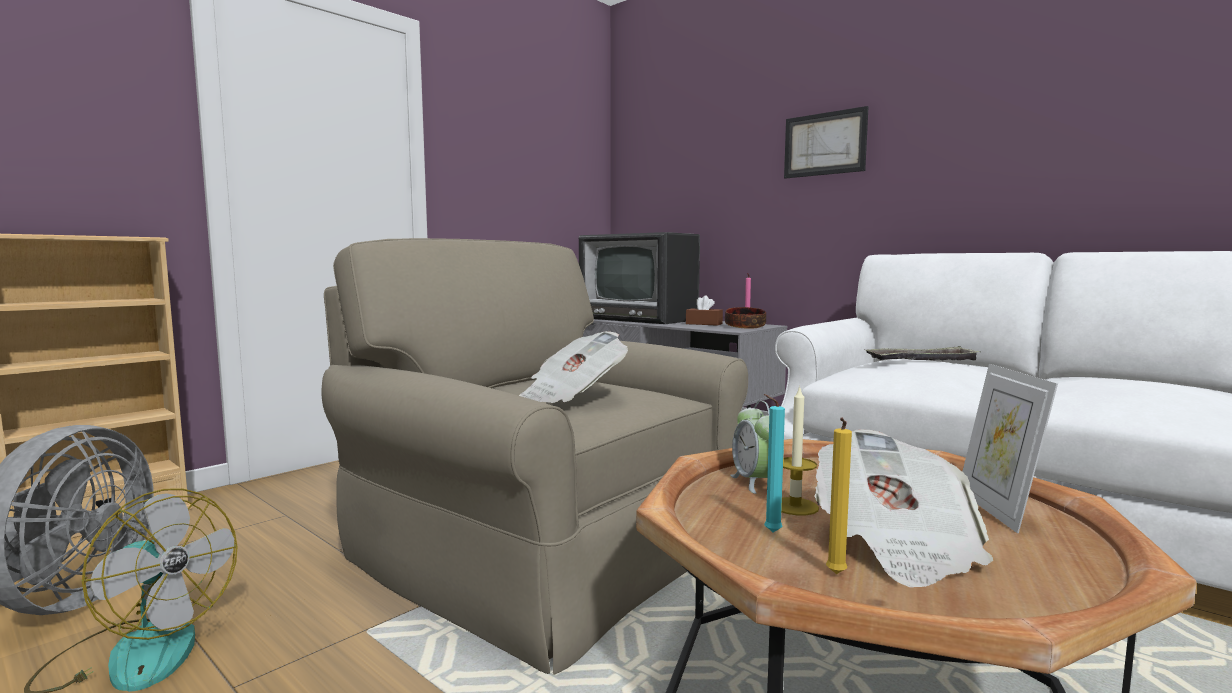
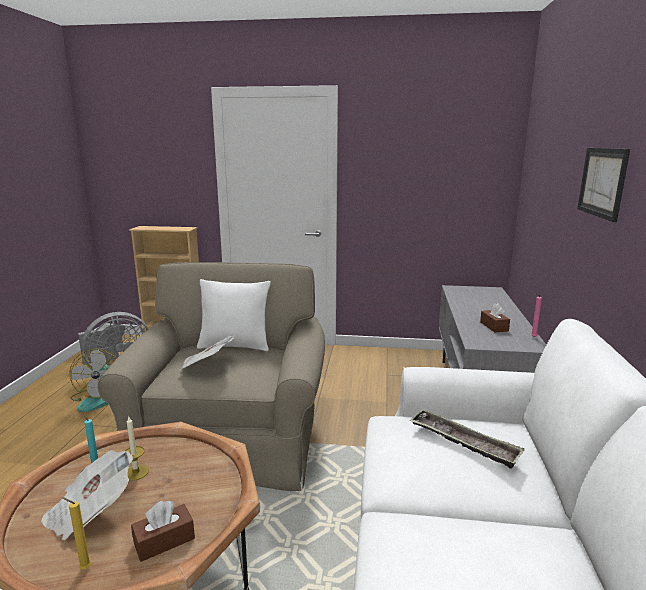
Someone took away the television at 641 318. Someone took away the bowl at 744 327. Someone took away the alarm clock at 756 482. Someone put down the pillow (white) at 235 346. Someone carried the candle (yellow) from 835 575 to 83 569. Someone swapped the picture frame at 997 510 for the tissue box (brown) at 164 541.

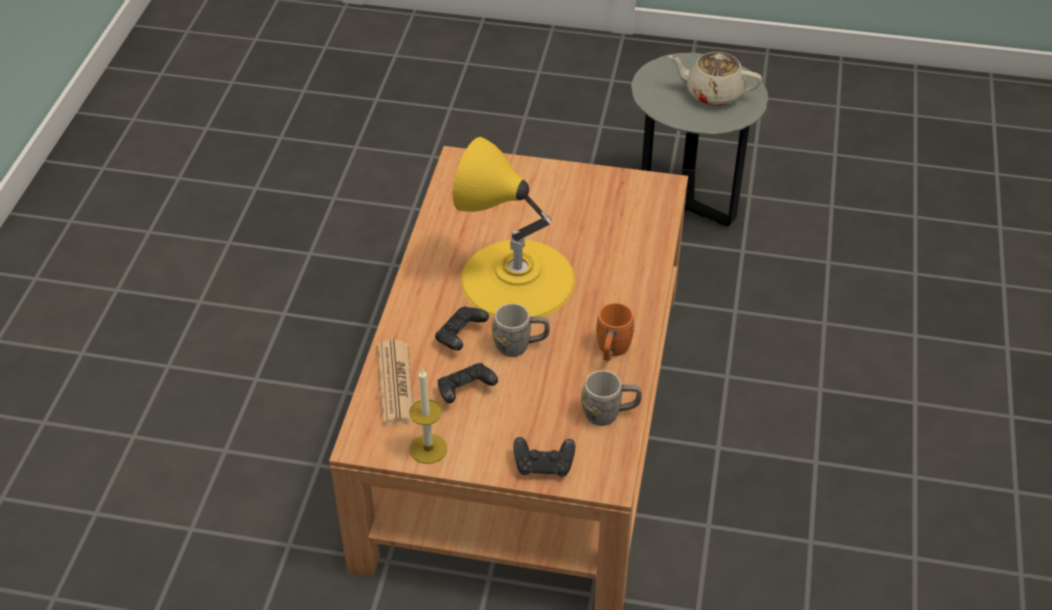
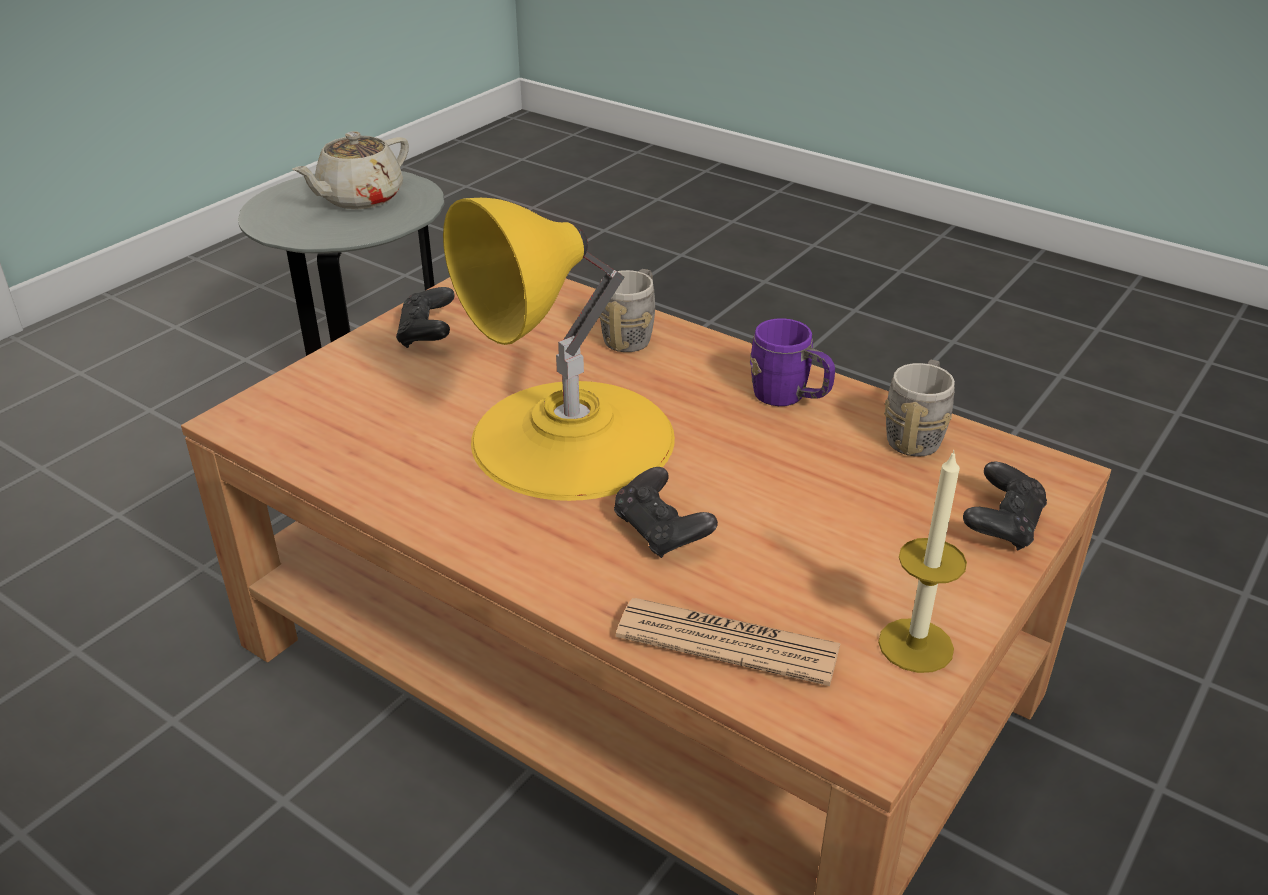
Someone carried the game controller (black) from 465 391 to 427 334. Someone carried the mug (grey) from 520 346 to 632 335. Someone repainted the mug (orange) at 612 351, which became the mug (purple) at 789 398.

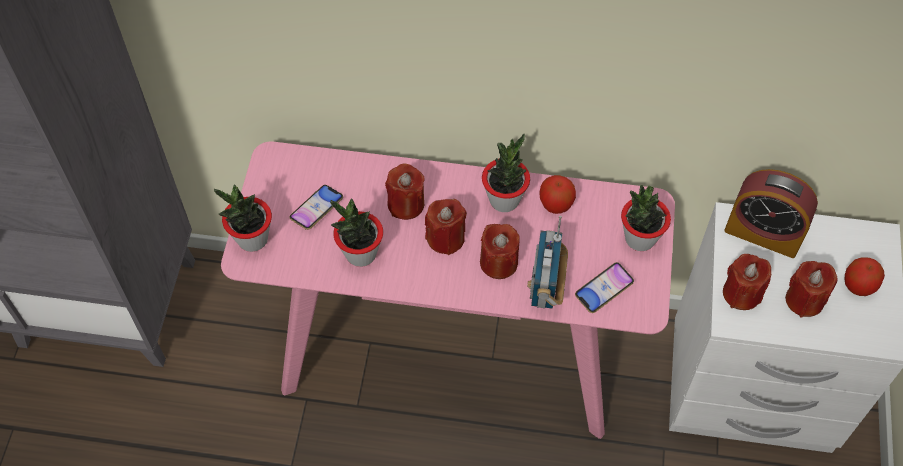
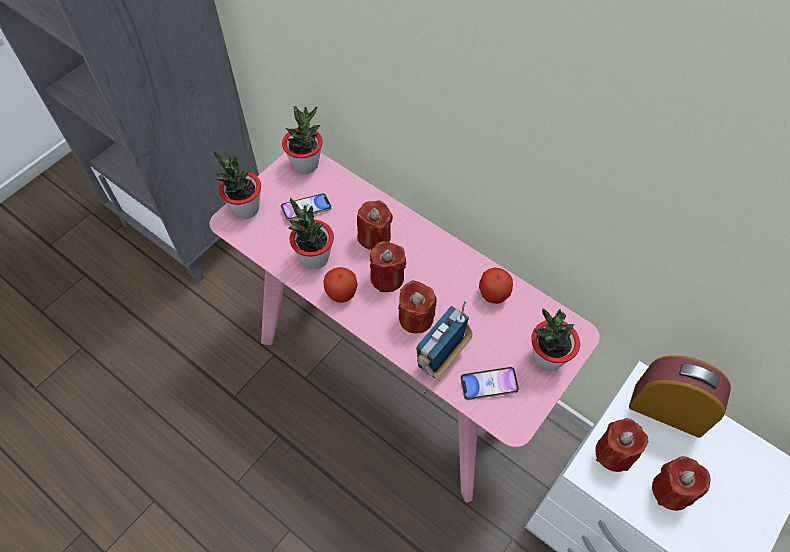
Someone carried the potted plant from 504 200 to 306 164. Someone carried the apple from 858 286 to 341 293. Someone rotated the alarm clock at 763 233 by 150 degrees clockwise.

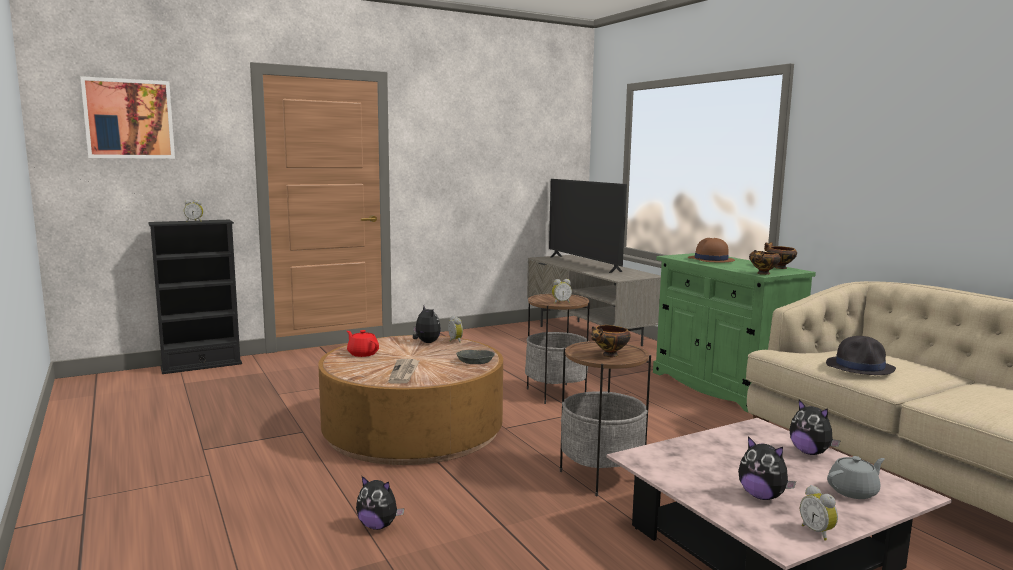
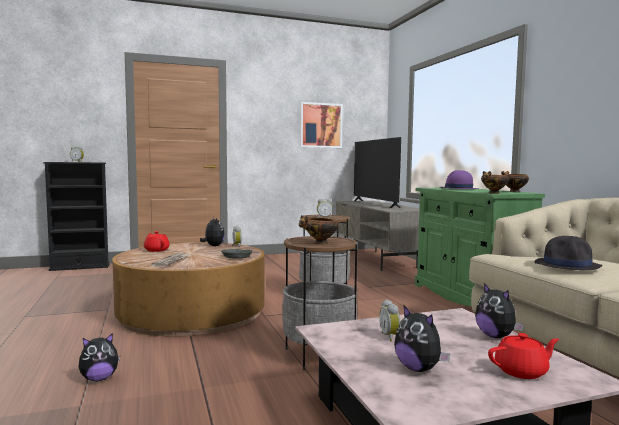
Someone carried the picture from 129 119 to 320 125. Someone carried the alarm clock from 818 532 to 390 337. Someone repainted the hat (brown) at 710 260, which became the hat (purple) at 458 189. Someone repainted the teapot (grey) at 853 491, which became the teapot (red) at 522 371. Someone rotated the plush toy at 378 526 by 60 degrees counterclockwise.

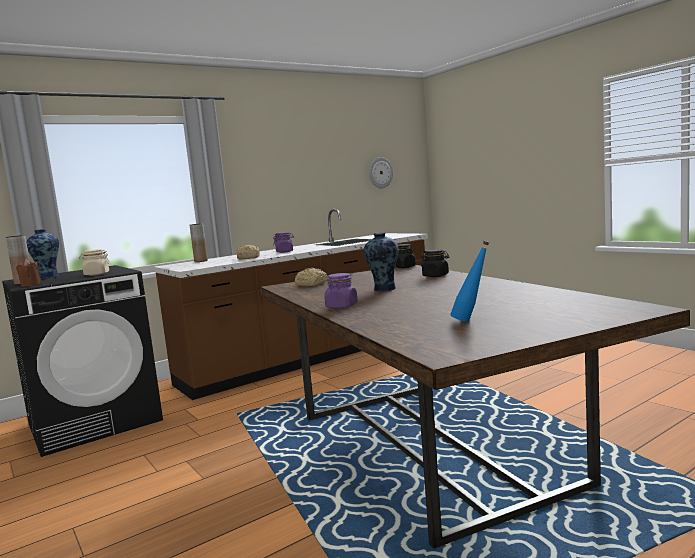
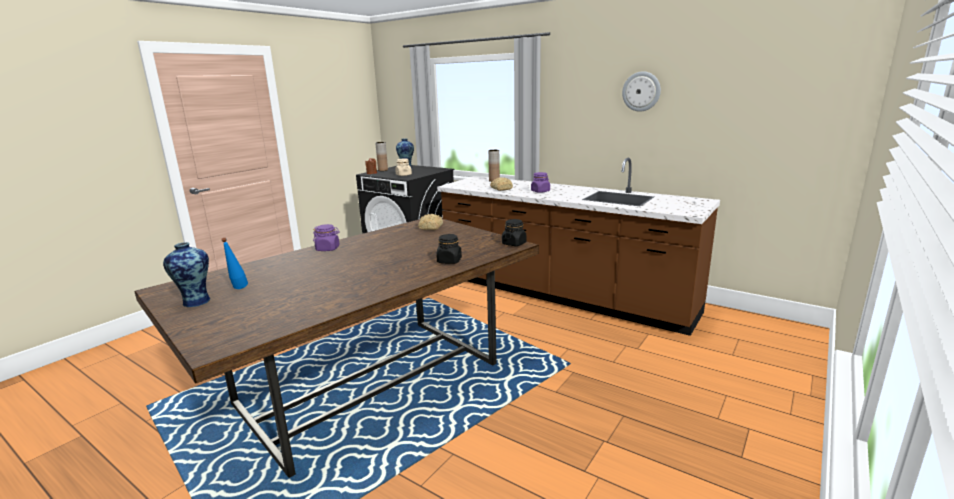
Someone carried the vase from 383 289 to 195 302. Someone carried the wall clock from 380 172 to 641 91.

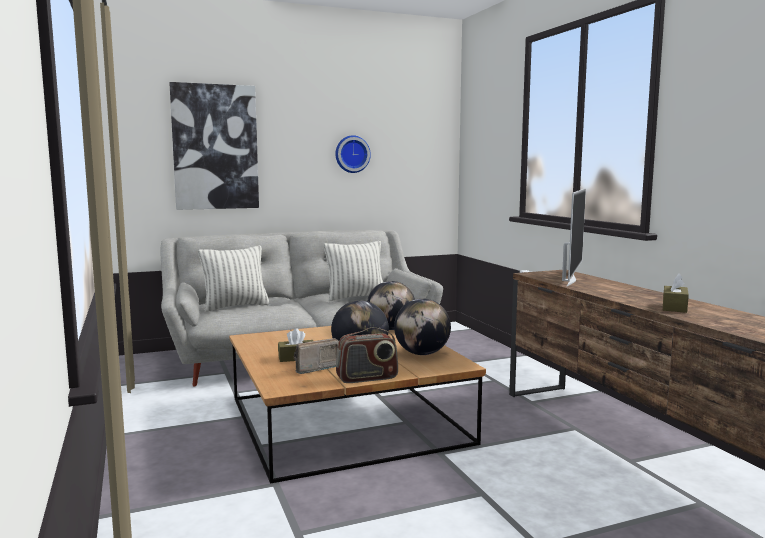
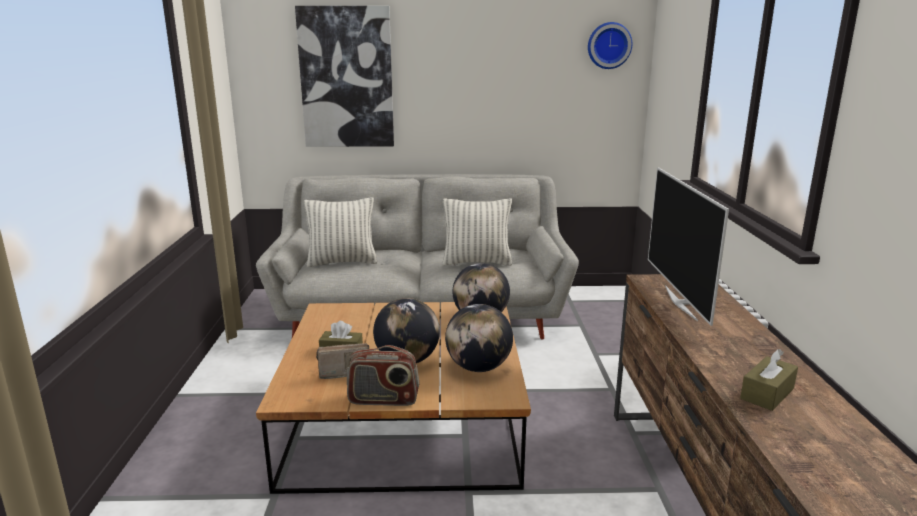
Someone carried the wall clock from 352 154 to 608 45. Someone rotated the television at 569 280 by 135 degrees clockwise.

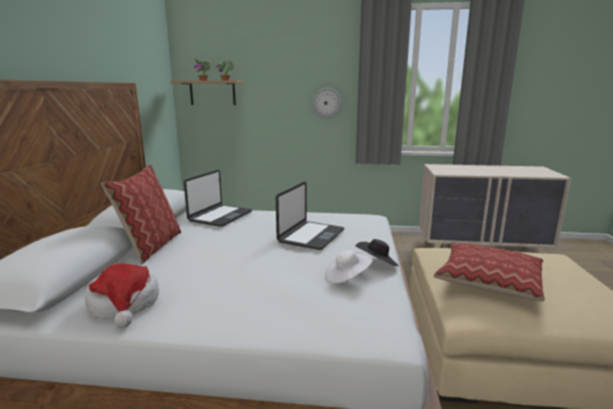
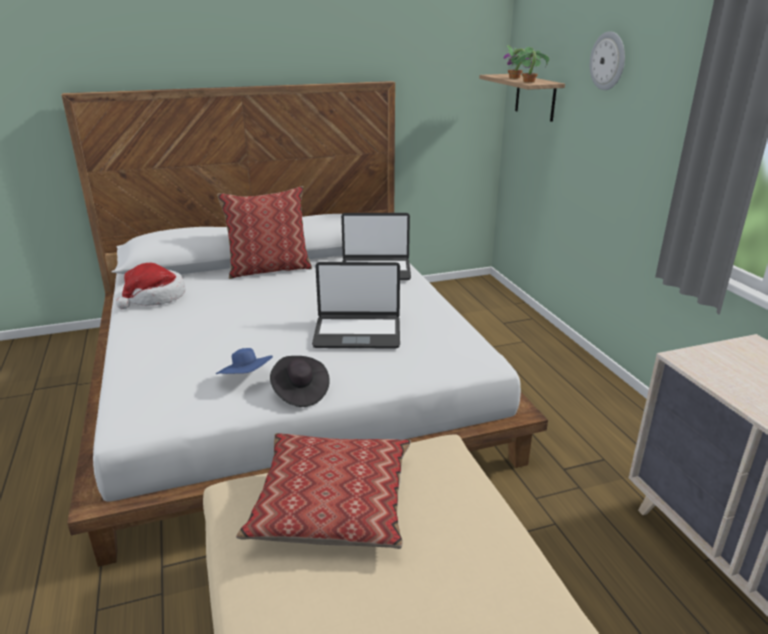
Someone carried the wall clock from 327 103 to 608 61. Someone repainted the hat (white) at 347 277, which became the hat (blue) at 247 378.

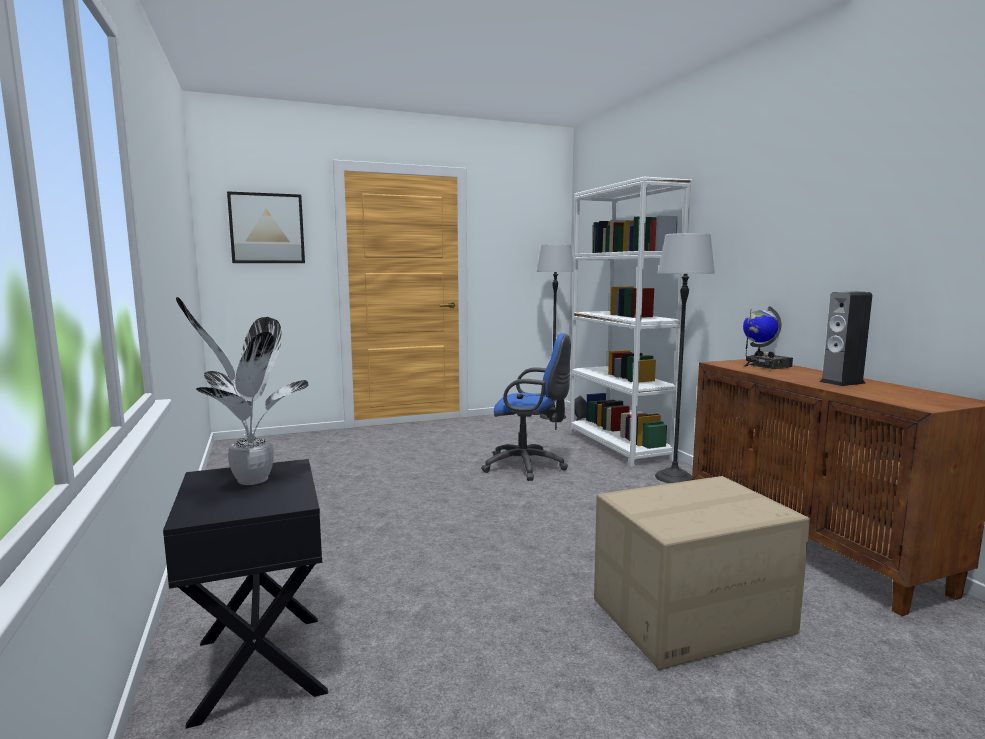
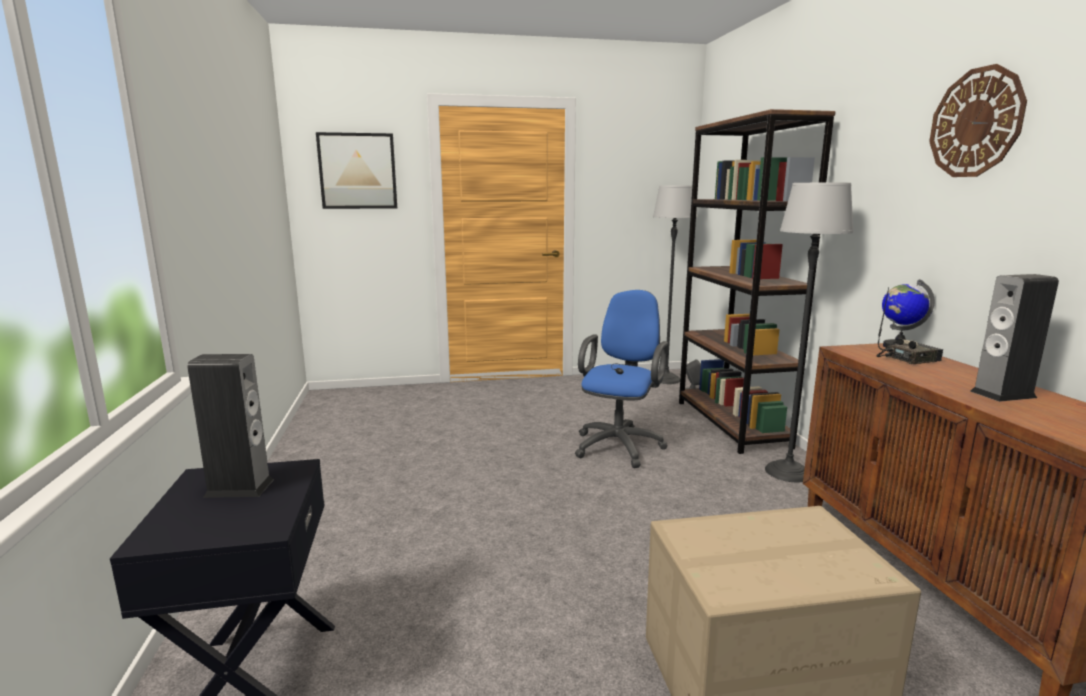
Someone put up the wall clock at 976 123. Someone swapped the potted plant at 249 480 for the speaker at 239 488. Someone repainted the bookcase (white) at 618 446, which became the bookcase (brown) at 731 424. Someone rotated the office chair (blue) at 528 467 by 90 degrees counterclockwise.

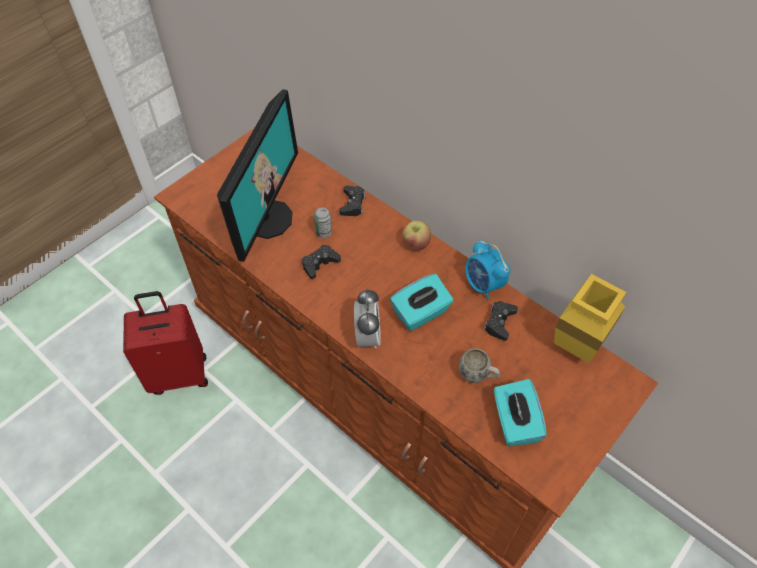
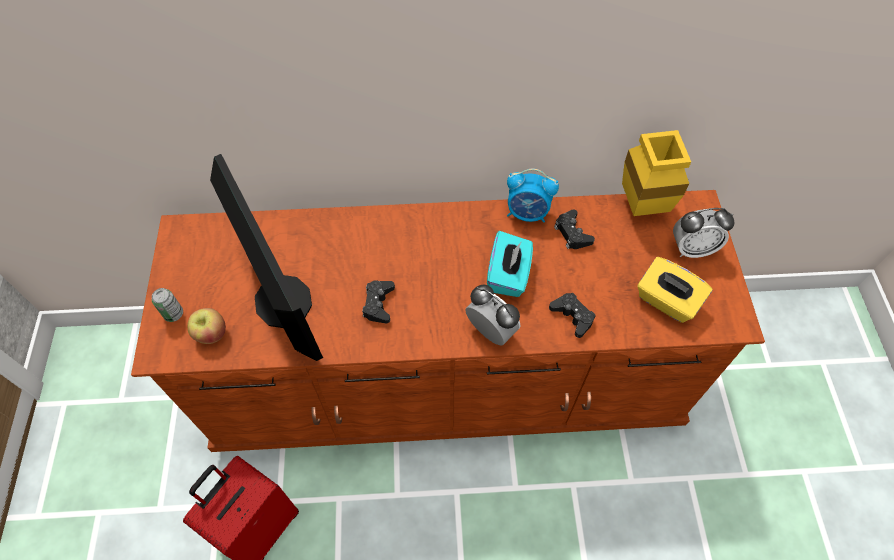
Someone took away the mug (white) at 478 375. Someone put down the alarm clock at 692 249. Someone carried the can from 324 233 to 173 314. Someone carried the game controller (black) from 352 204 to 572 316. Someone carried the apple from 416 244 to 211 334. Someone repainted the tissue box (turquoise) at 514 422, which became the tissue box (yellow) at 666 301.

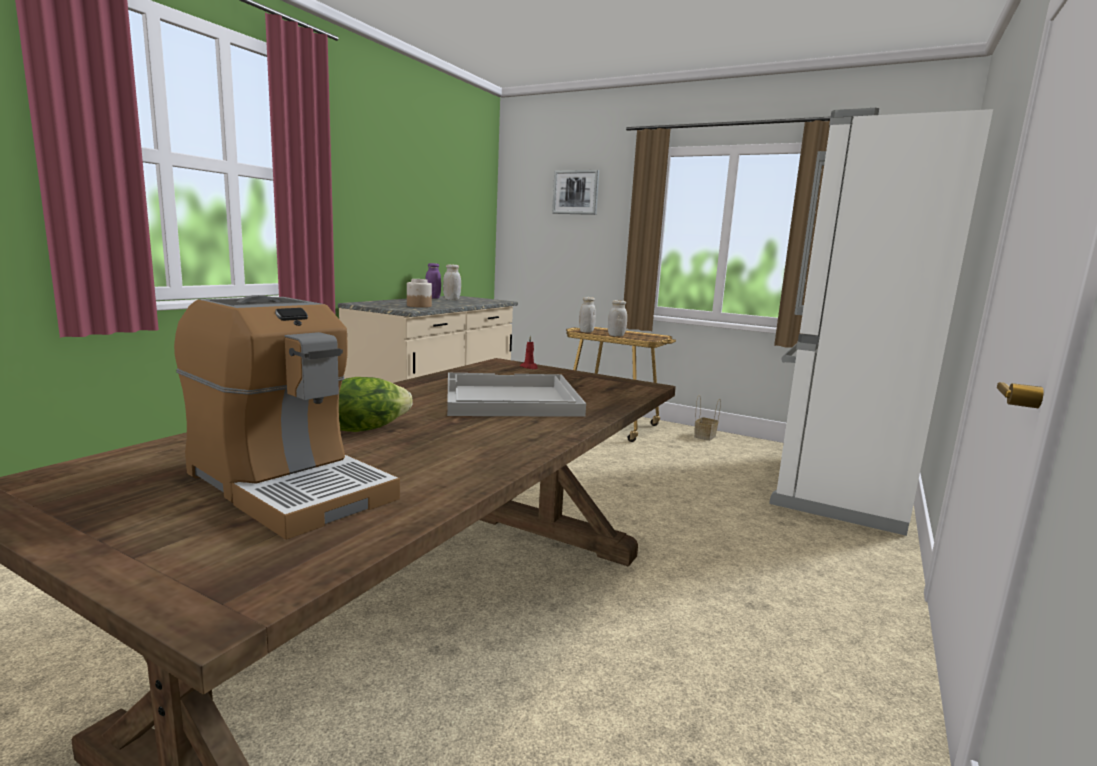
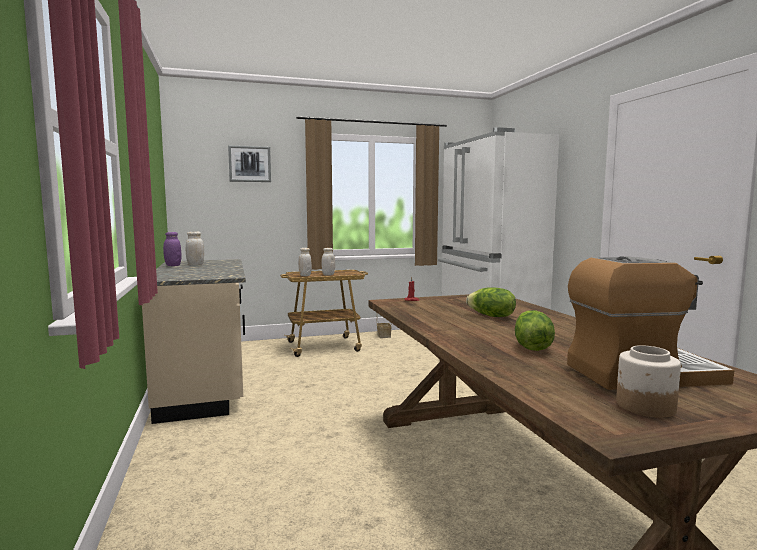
Someone carried the jar from 418 306 to 645 406. Someone swapped the tray (white) at 509 399 for the lettuce at 491 316.

